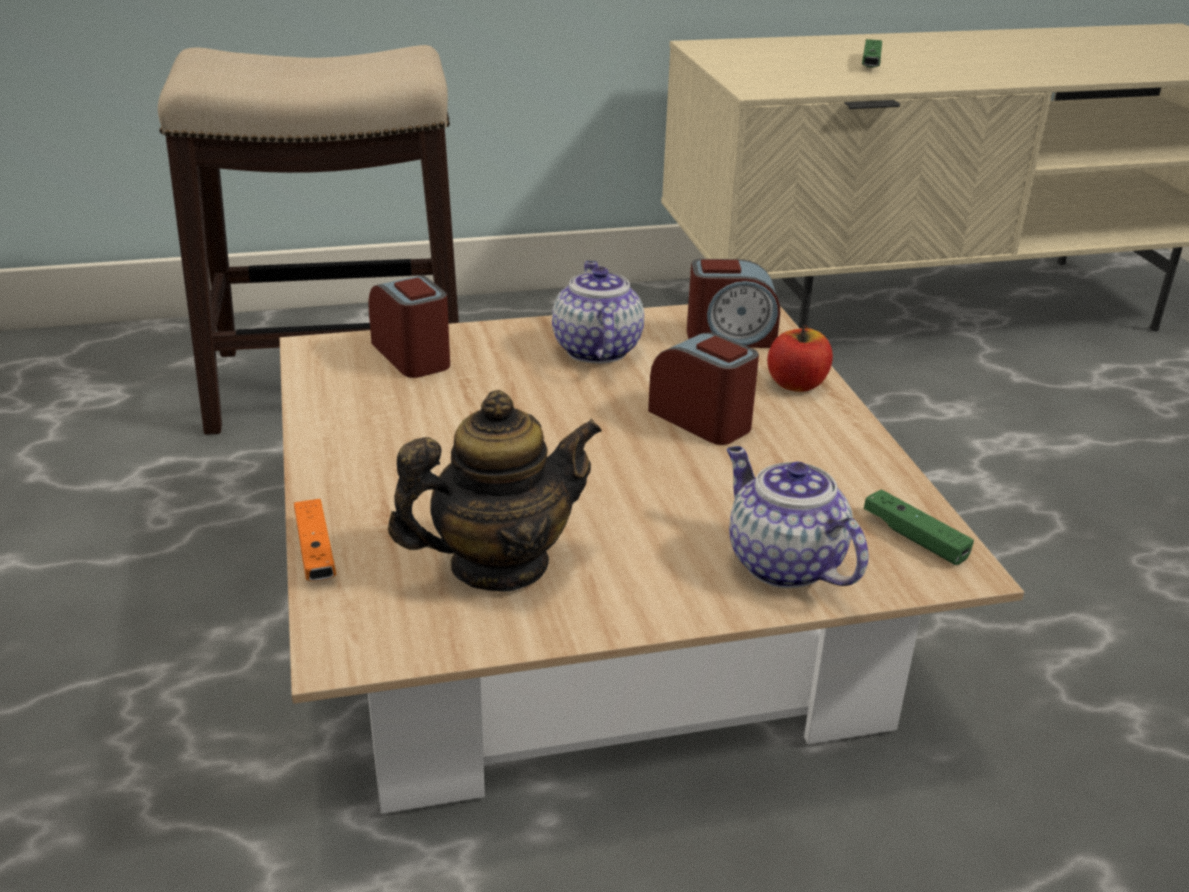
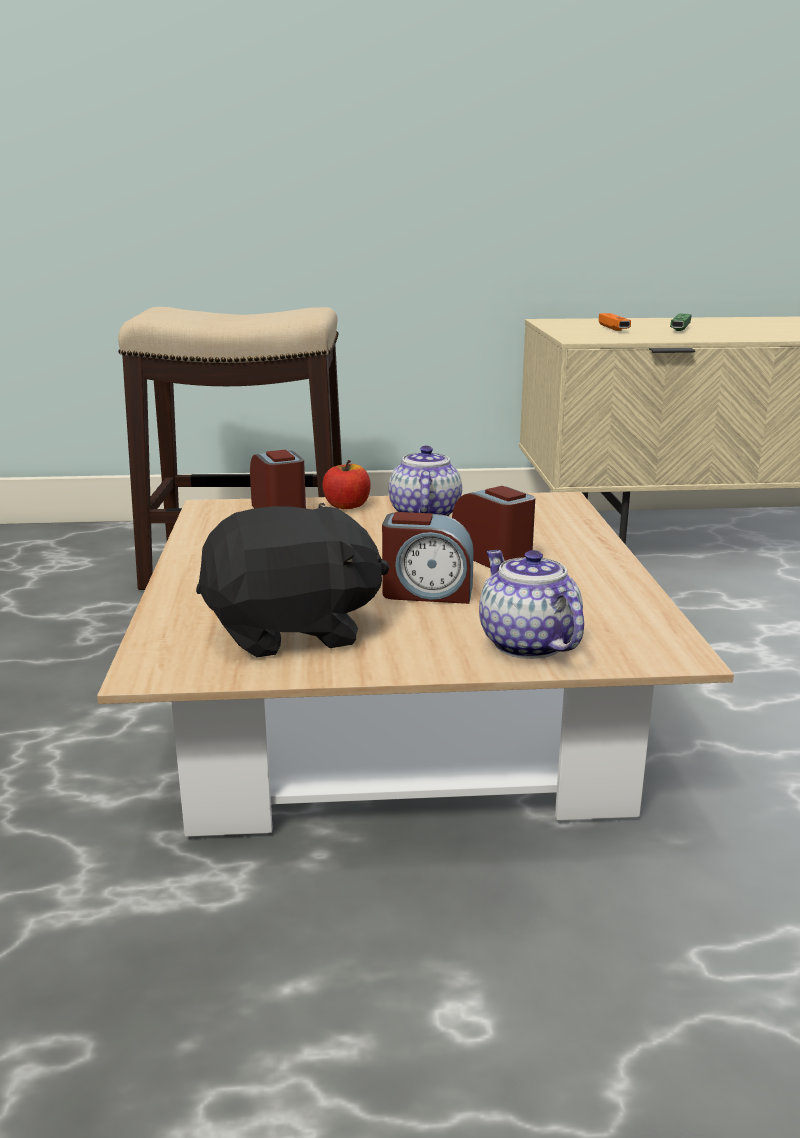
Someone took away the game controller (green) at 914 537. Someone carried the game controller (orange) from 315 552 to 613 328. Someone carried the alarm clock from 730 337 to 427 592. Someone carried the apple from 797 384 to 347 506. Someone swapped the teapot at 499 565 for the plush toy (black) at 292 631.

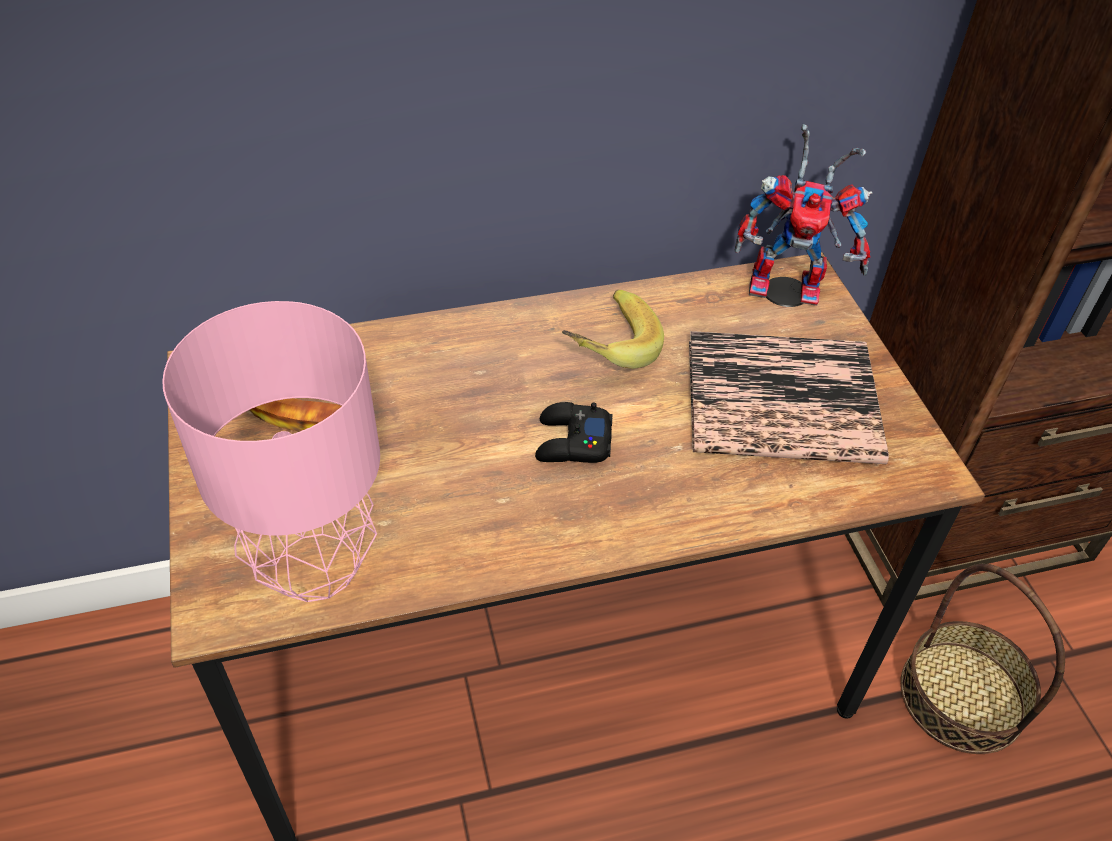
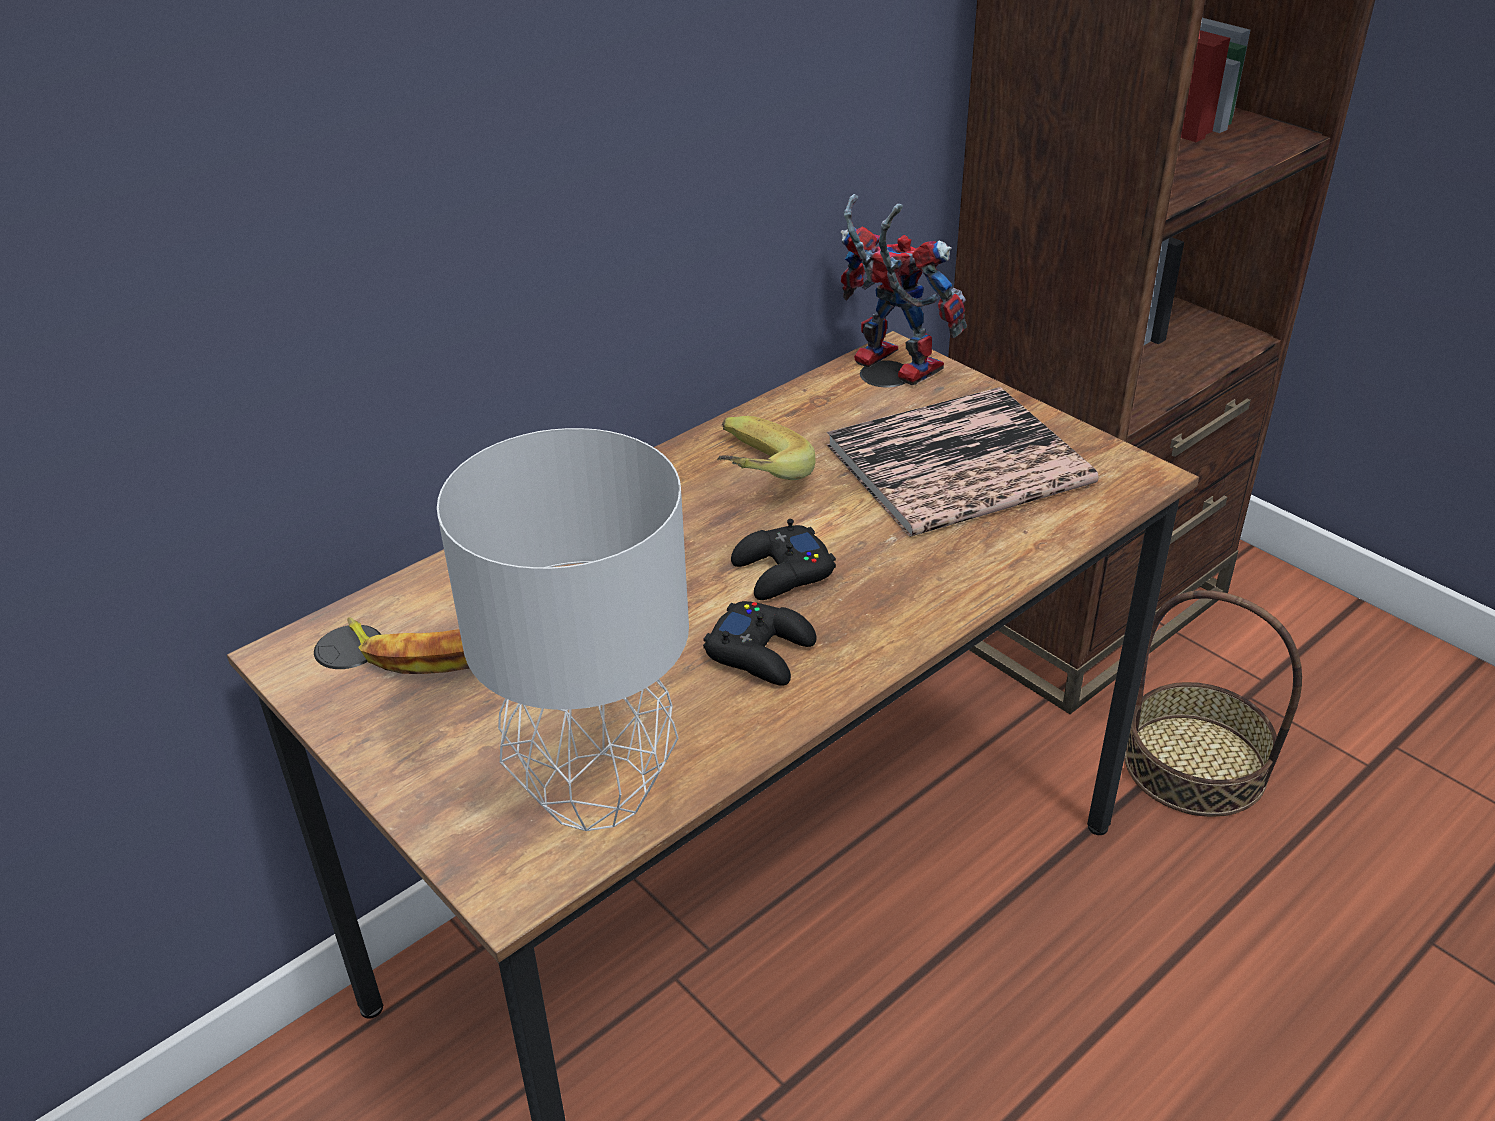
Someone put down the game controller (black) at 761 652. Someone repainted the table lamp (pink) at 312 569, which became the table lamp (grey) at 593 794. Someone rotated the toy robot at 791 284 by 120 degrees counterclockwise.

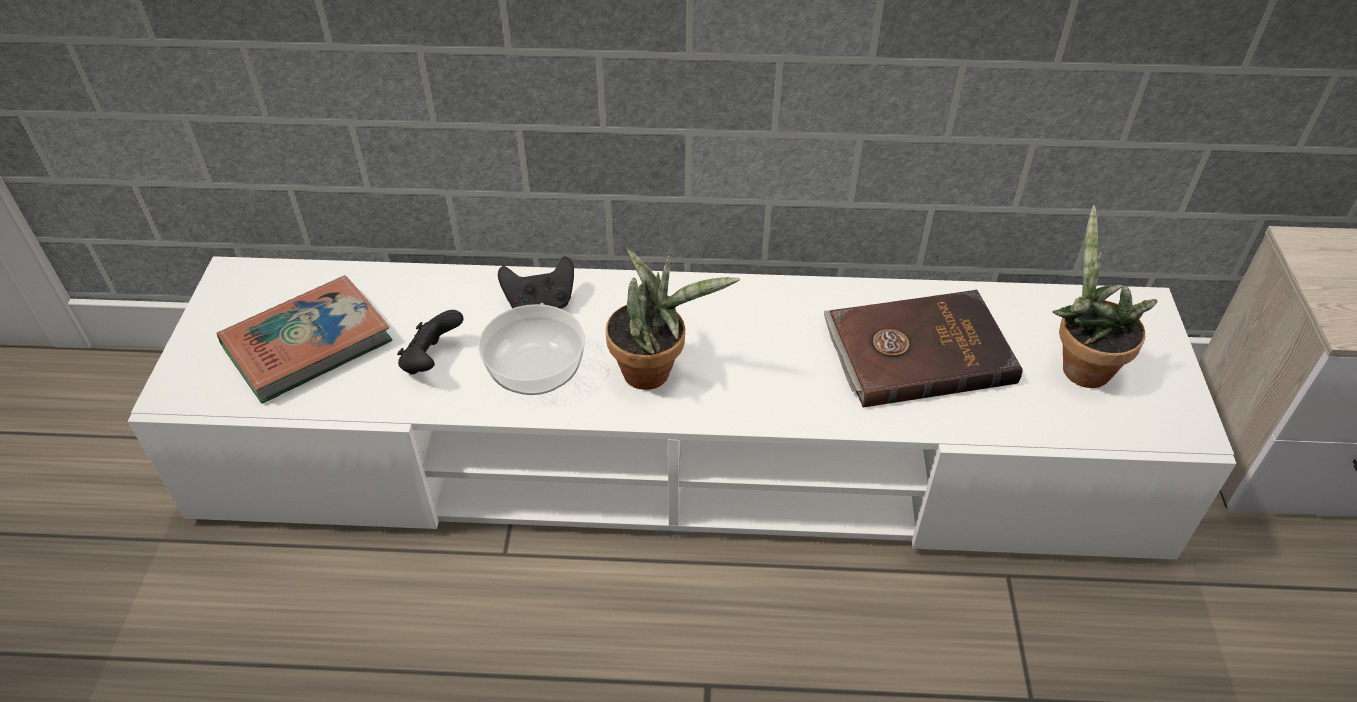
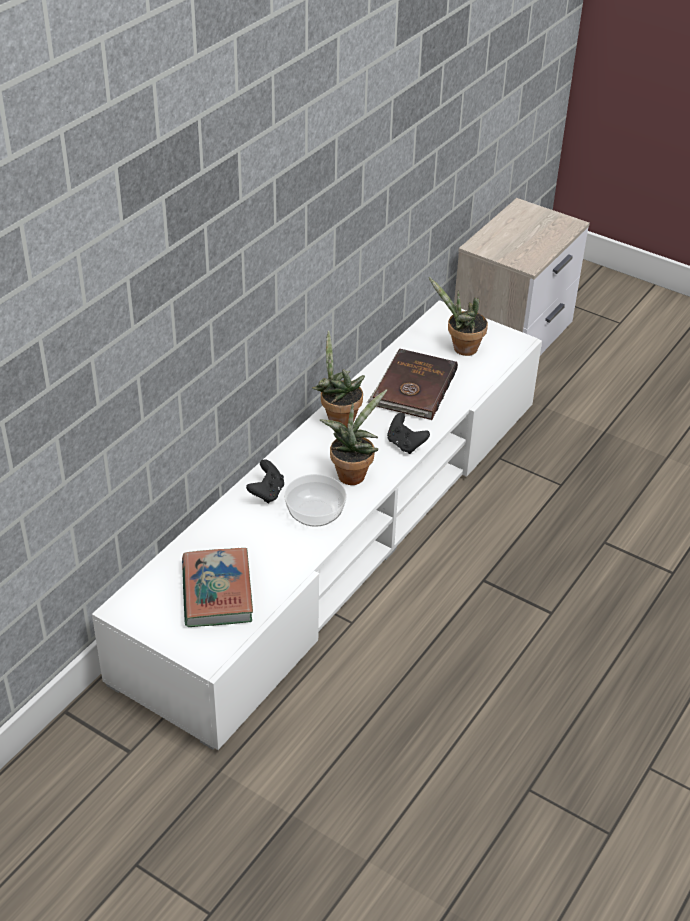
Someone put down the potted plant at 338 418. Someone carried the game controller (black) from 432 361 to 405 444.

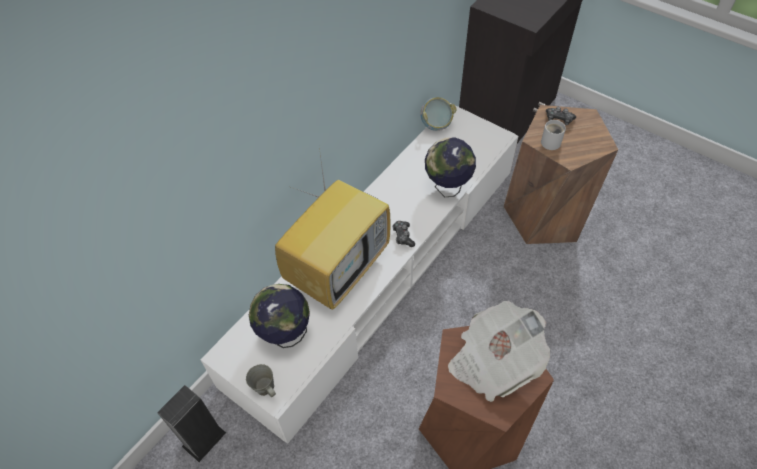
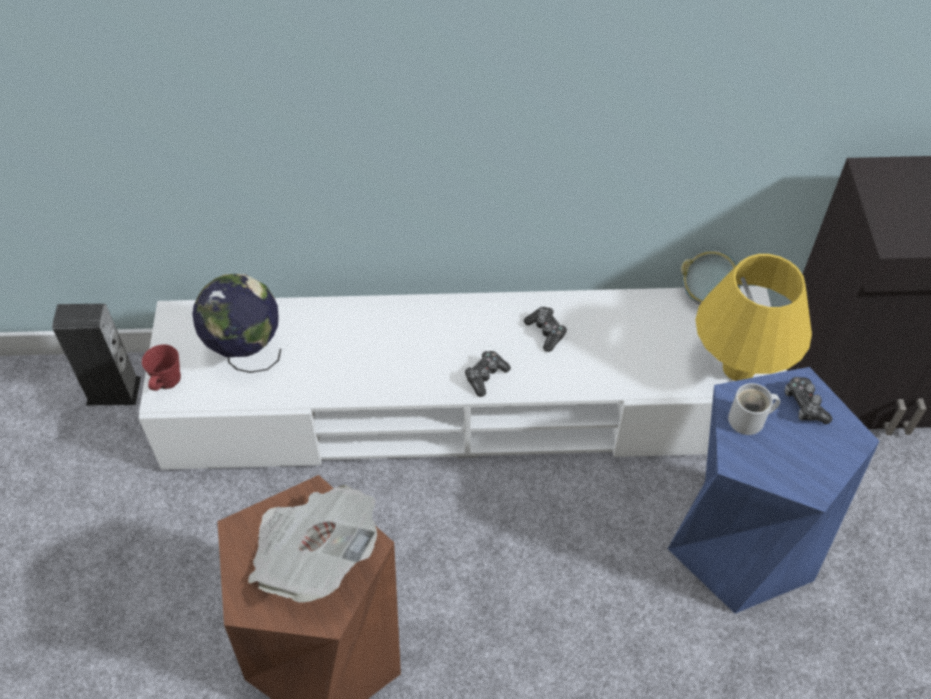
Someone took away the television at 338 267. Someone took away the globe at 447 188. Someone put down the game controller at 546 332. Someone put down the table lamp (yellow) at 738 368. Someone repainted the mug (grey) at 265 388, which became the mug (red) at 166 381. Someone repainted the stool (brown) at 544 215, which became the stool (blue) at 741 543.

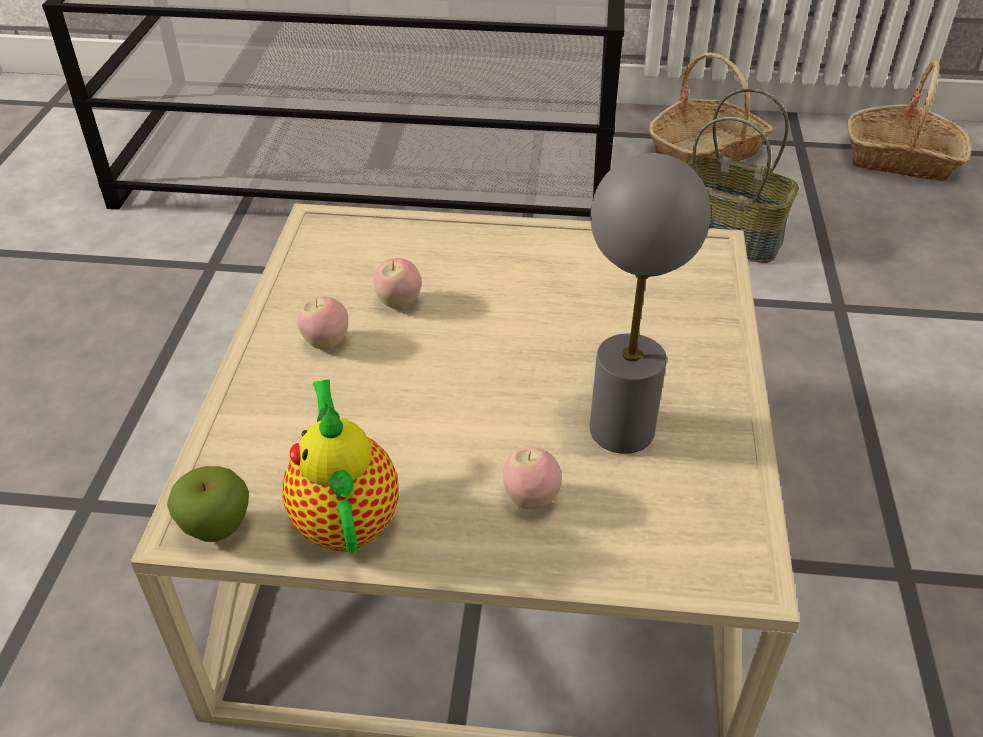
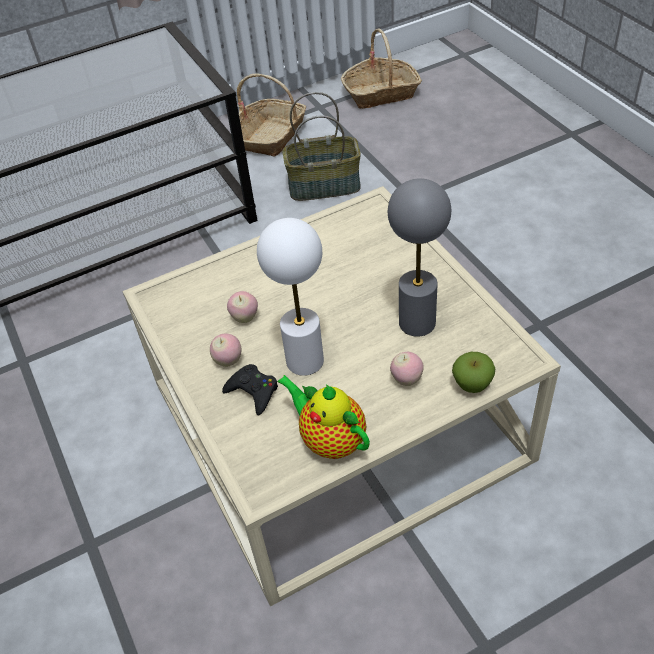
Someone put down the game controller (black) at 253 392. Someone put down the table lamp (white) at 305 361. Someone carried the apple from 217 527 to 472 385.

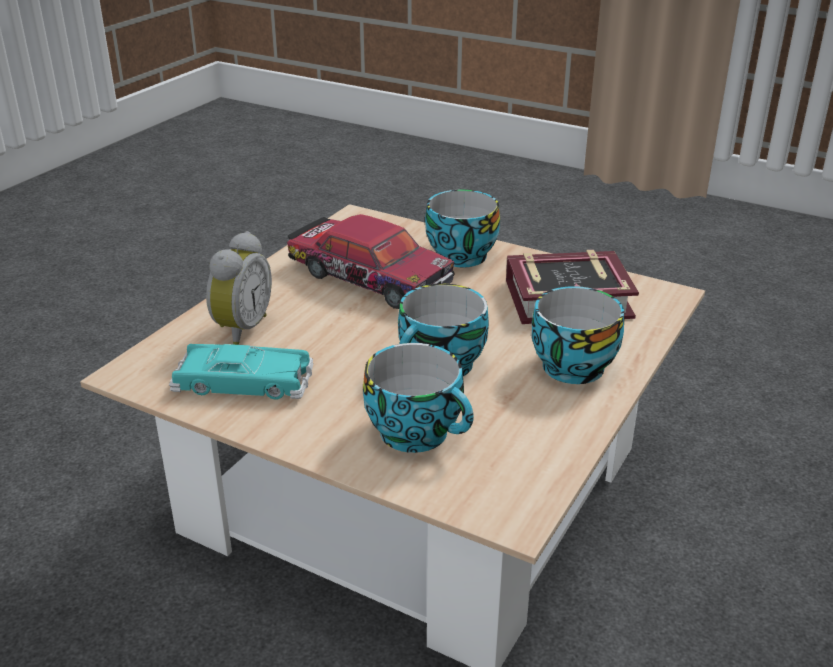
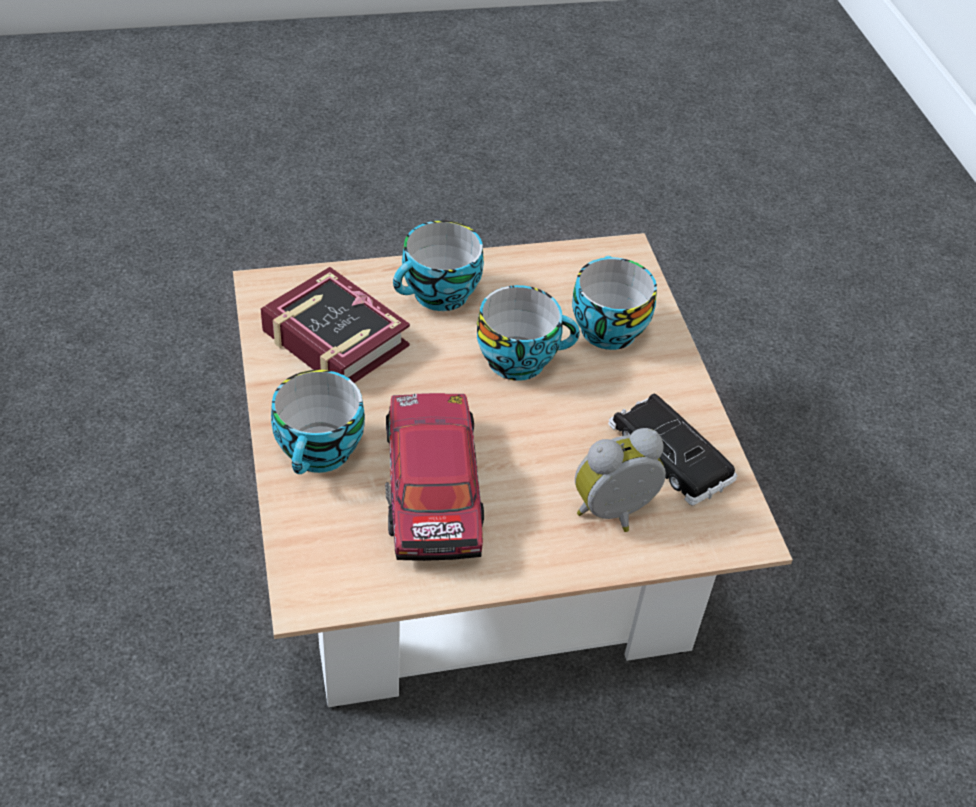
Someone repainted the toy car (turquoise) at 243 382, which became the toy car (black) at 670 455.

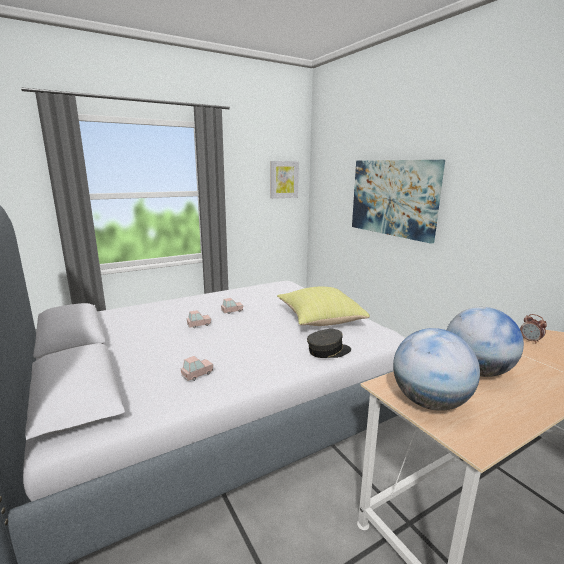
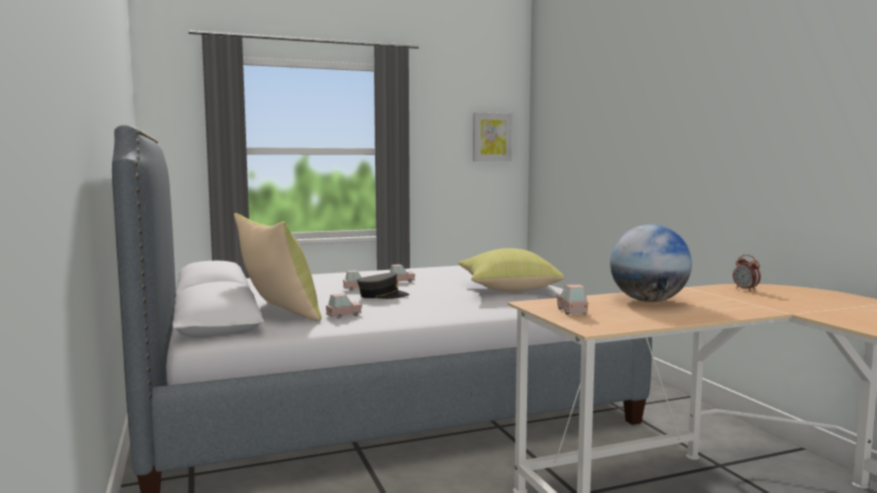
Someone took away the picture at 393 198. Someone put down the pillow (yellow) at 277 313. Someone carried the cap (grey) from 328 351 to 382 296. Someone swapped the globe at 429 402 for the toy car (pink) at 571 311.

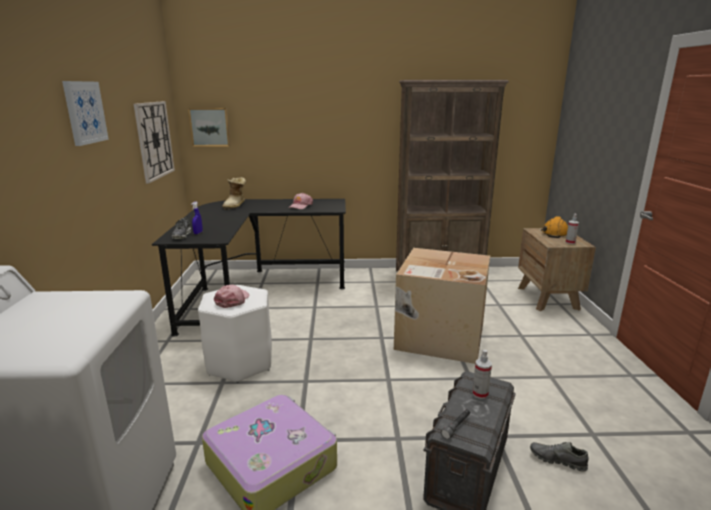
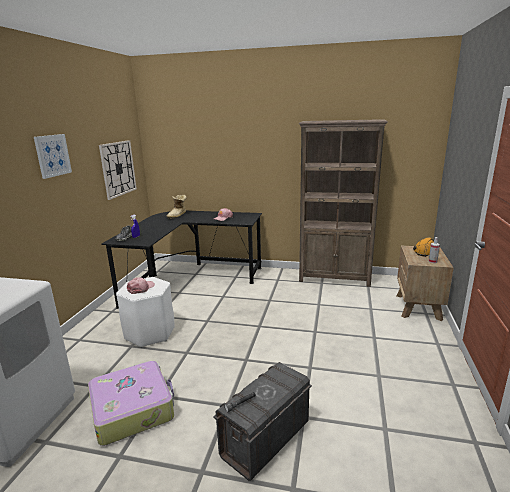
Someone took away the picture at 210 127. Someone took away the cardboard box at 439 337. Someone took away the spray bottle at 480 394. Someone took away the shoe (grey) at 557 460.

